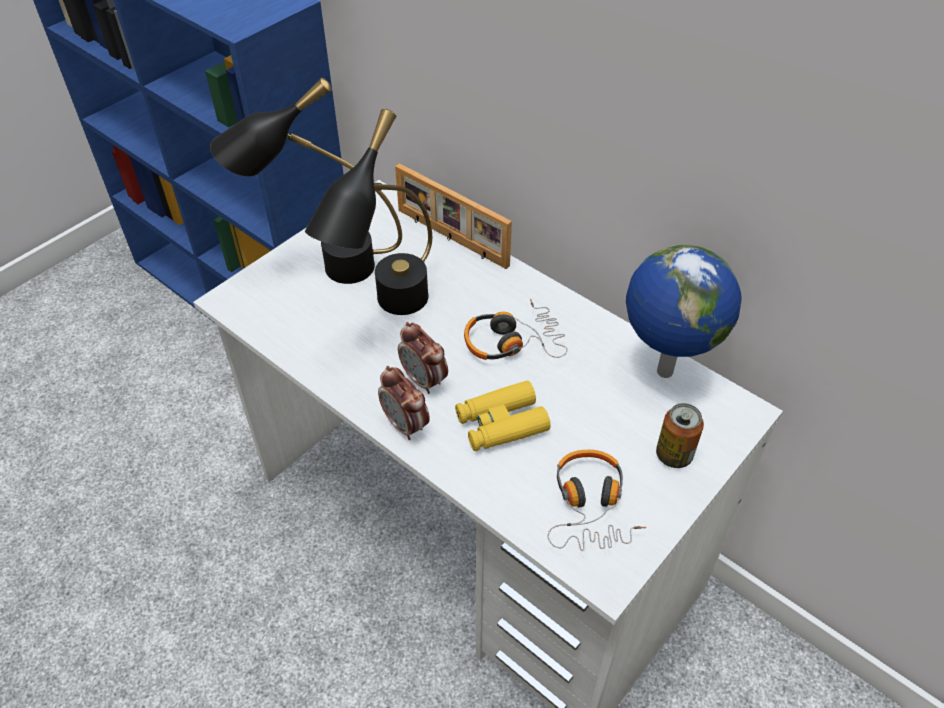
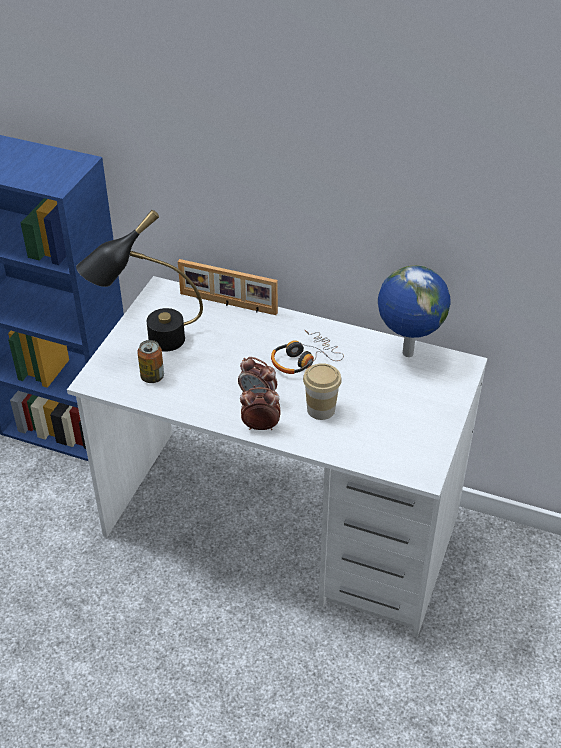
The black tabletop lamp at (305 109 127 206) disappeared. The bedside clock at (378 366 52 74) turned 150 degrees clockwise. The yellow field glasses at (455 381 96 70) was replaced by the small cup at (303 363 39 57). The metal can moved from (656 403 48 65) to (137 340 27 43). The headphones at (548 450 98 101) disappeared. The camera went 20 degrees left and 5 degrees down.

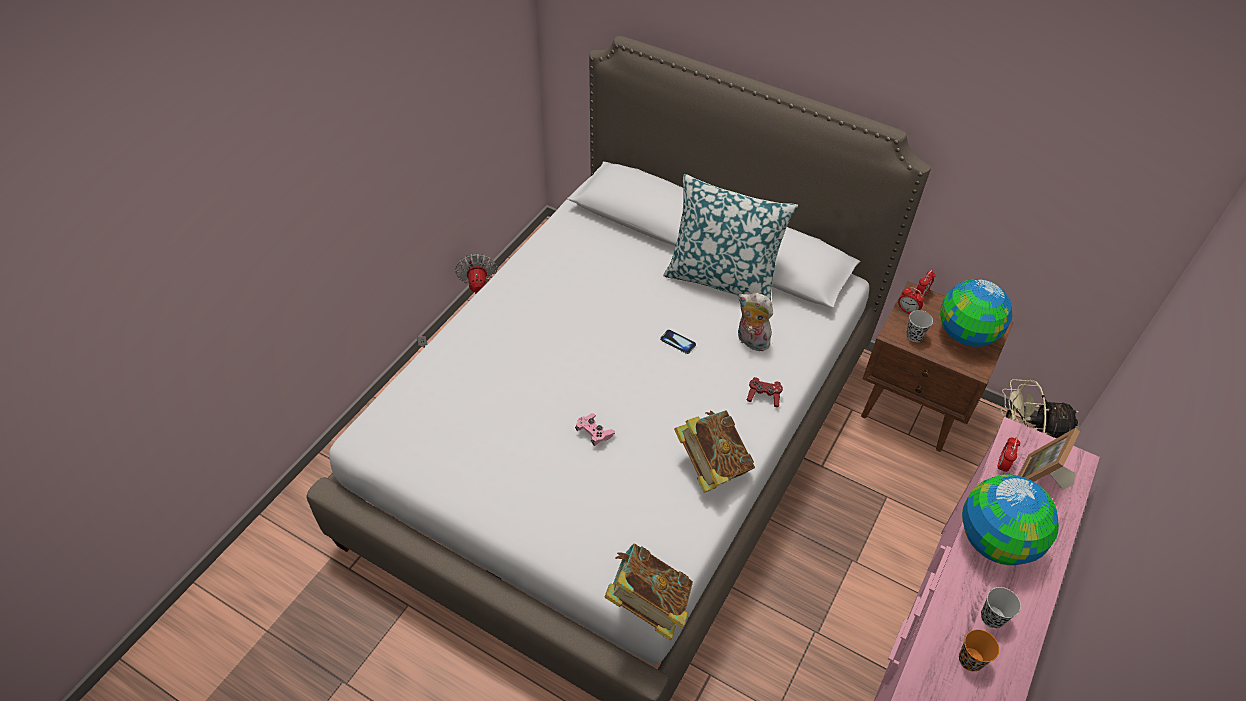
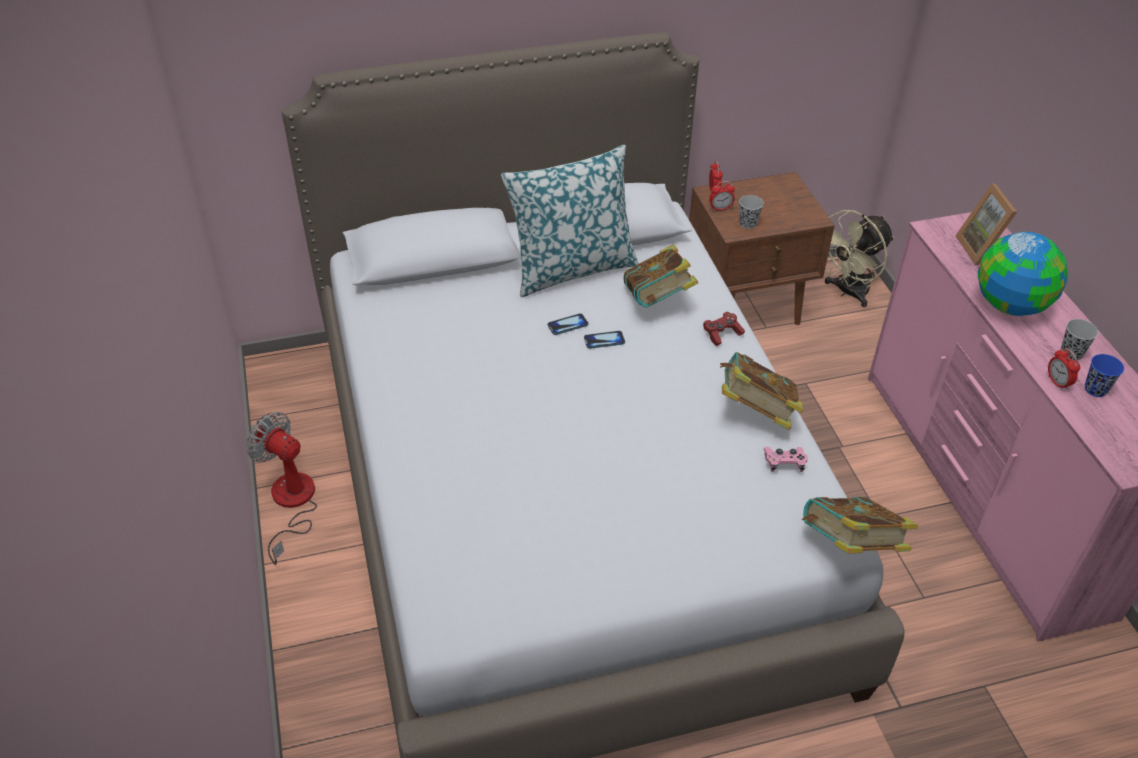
The desk globe at (940 280 72 67) disappeared. The soft toy at (738 293 35 58) was replaced by the book at (624 244 74 63). The pinkish joypad moved from (575 413 40 33) to (763 447 45 25). The bedside clock moved from (998 437 22 36) to (1048 348 32 43). The orangey small cup at (959 629 40 42) became the bluish small cup at (1085 354 39 43). The telephone at (547 313 42 22) appeared. The camera went 45 degrees left and 5 degrees down.

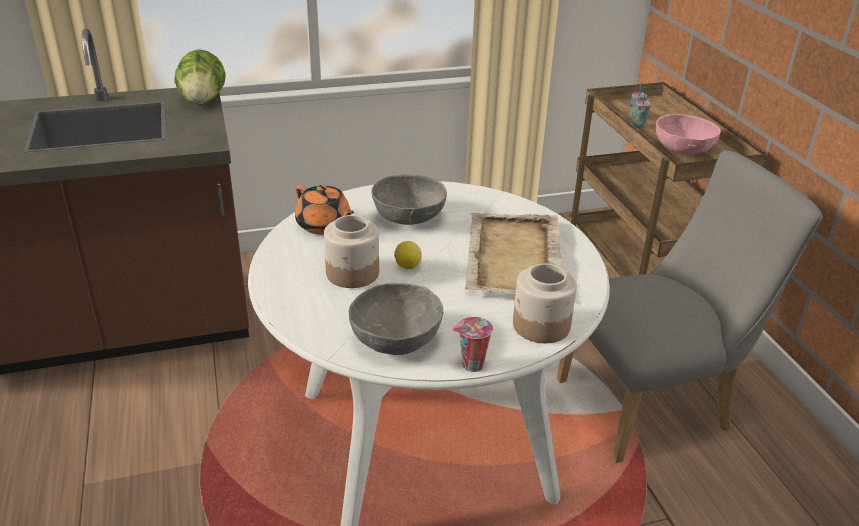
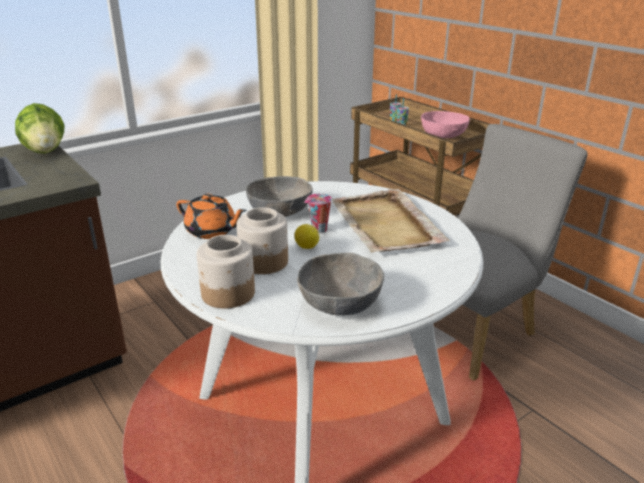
The preserve jar moved from (513 264 64 79) to (197 235 58 74). The small cup moved from (452 317 41 55) to (304 194 28 39). The camera went 20 degrees left and 5 degrees down.

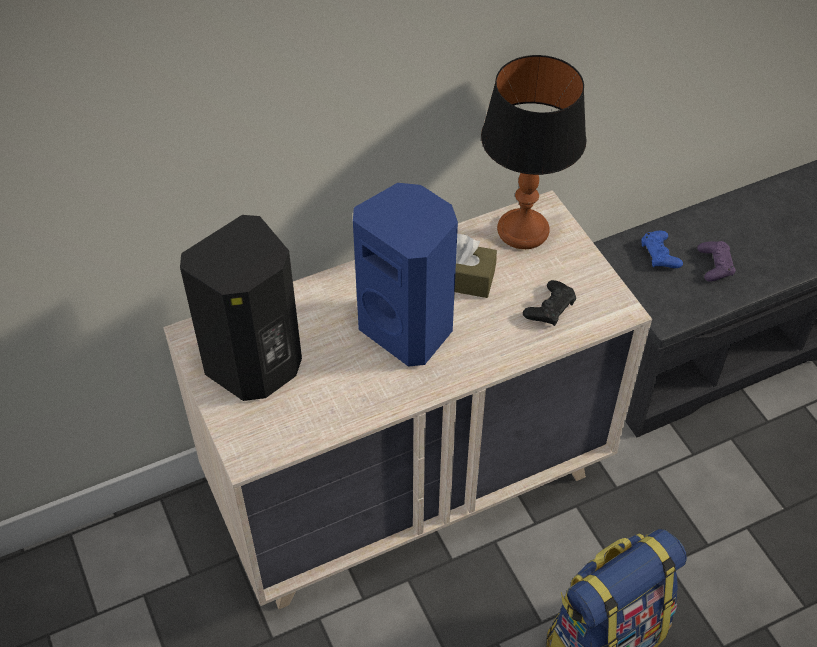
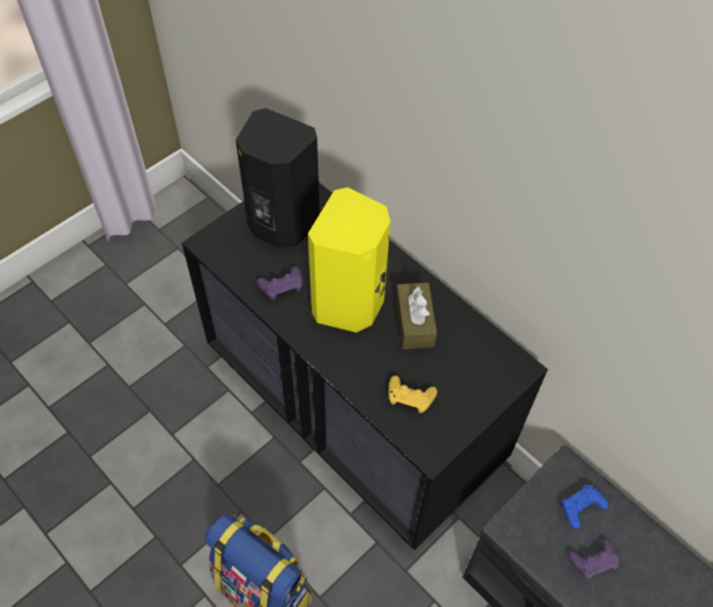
The tabletop lamp at (481 55 106 194) disappeared. The bluish audio speaker at (353 183 105 184) became the yellow audio speaker at (308 187 83 146). The sand-coloured chest of drawers at (163 190 489 419) became the black chest of drawers at (182 182 366 369). The black joypad at (523 280 53 46) became the yellow joypad at (388 376 49 37). The purplish joypad at (257 266 46 34) appeared. The camera went 70 degrees right and 5 degrees up.

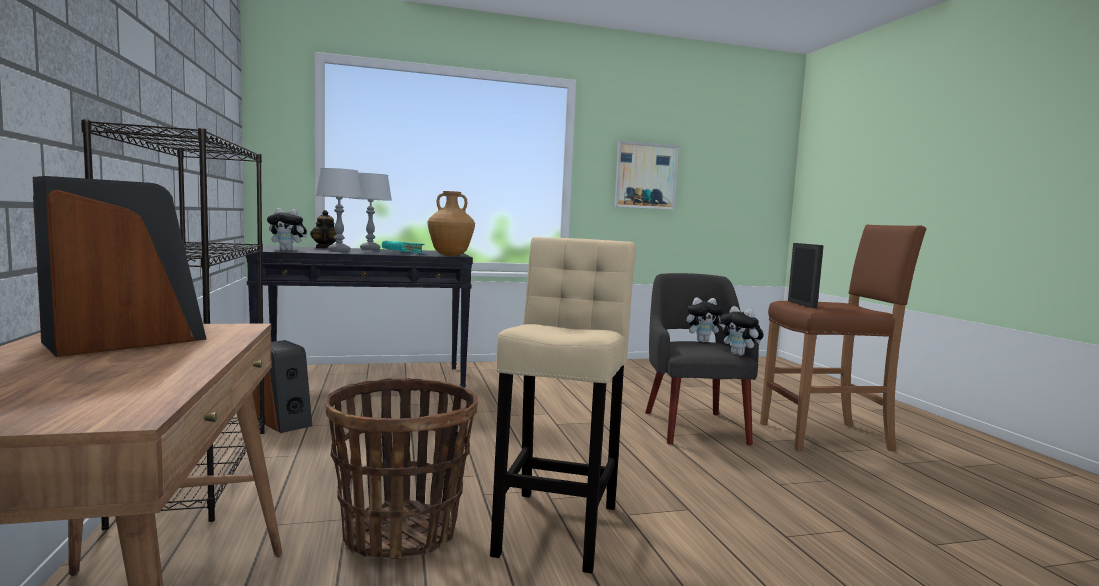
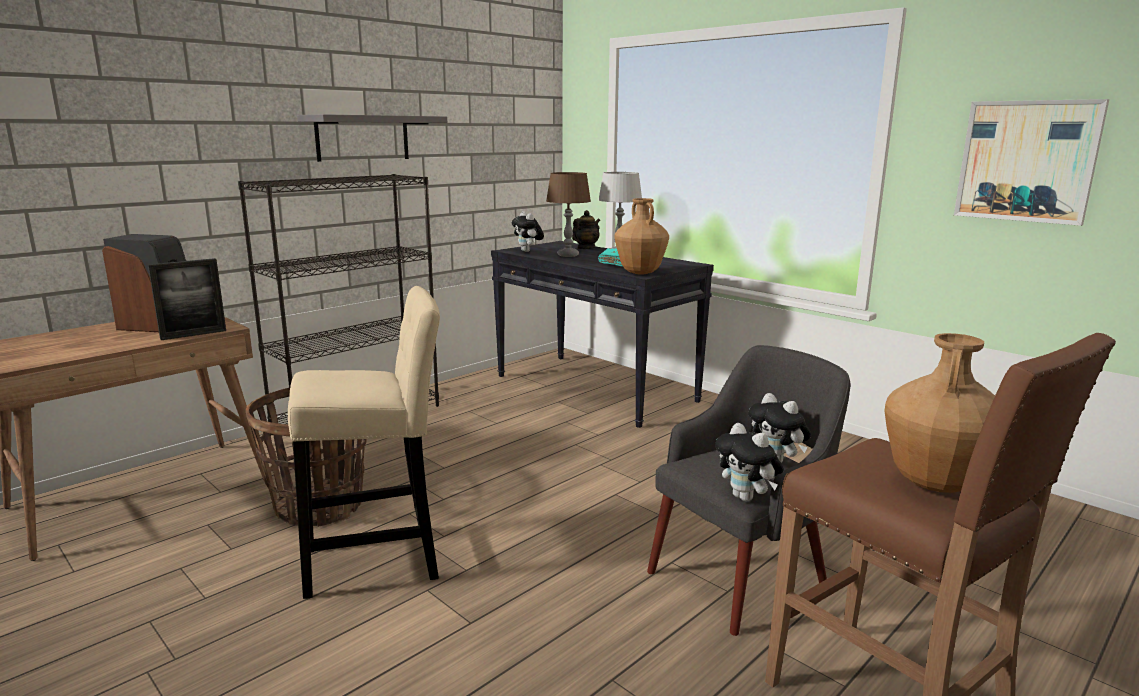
The gray tabletop lamp at (315 168 47 84) became the brown tabletop lamp at (546 172 45 85). The standing frame moved from (788 243 36 65) to (148 258 78 82). The soft toy at (720 306 44 50) turned 60 degrees counterclockwise. The audio speaker at (252 340 60 93) disappeared. The gray shelf at (297 114 150 48) appeared. The brown decorative vase at (884 333 111 160) appeared. The camera went 60 degrees right and 10 degrees up.

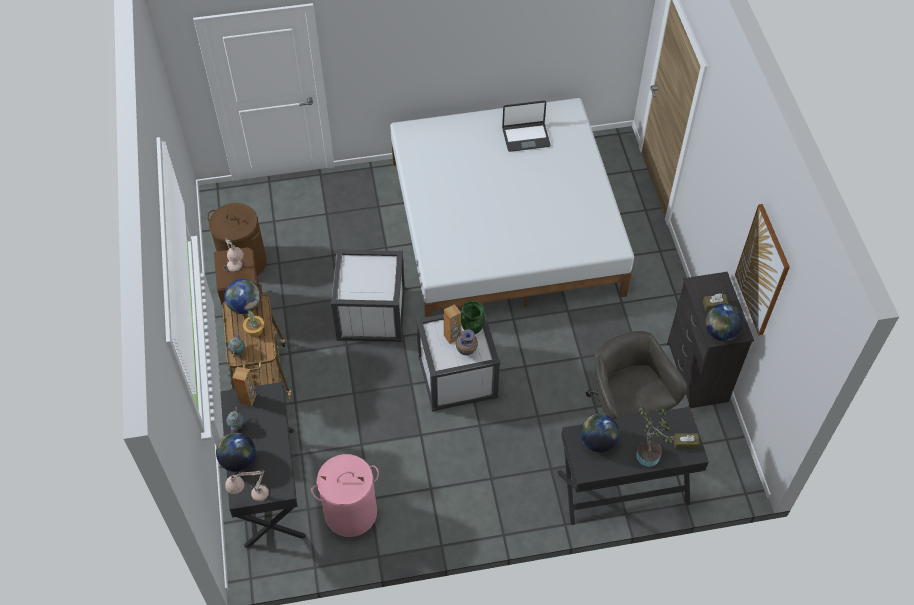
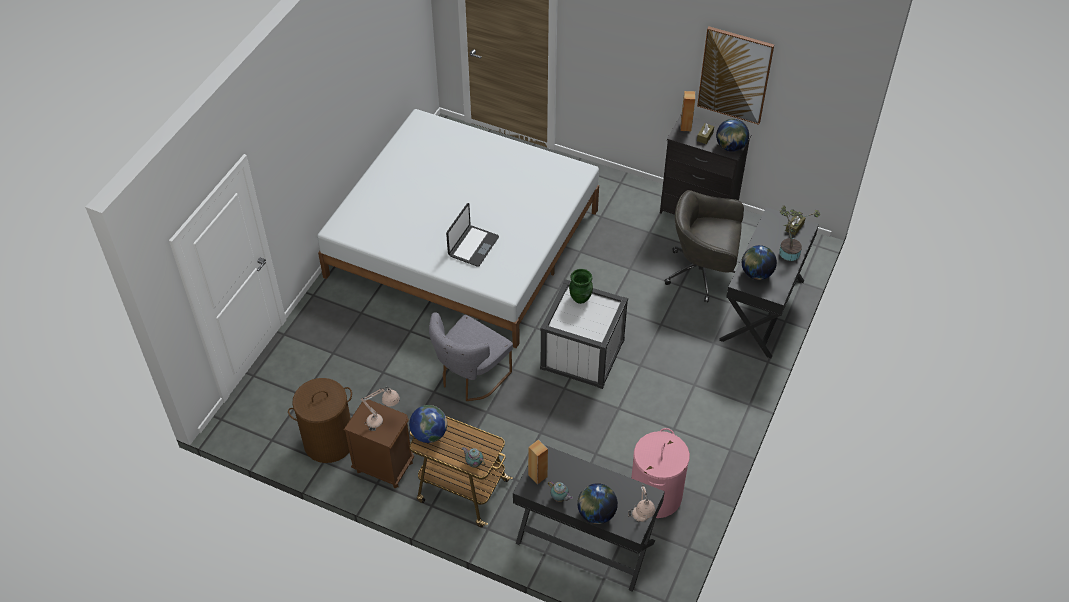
The portable computer moved from (502 101 49 51) to (446 203 53 64). The white-coloured storage container at (331 249 74 93) was replaced by the gray plain chair at (429 313 84 88). The brown audio speaker moved from (443 304 18 40) to (680 91 15 41). The potted plant at (243 310 21 27) disappeared. The decorative vase at (456 329 22 26) disappeared. The camera went 55 degrees left and 5 degrees down.

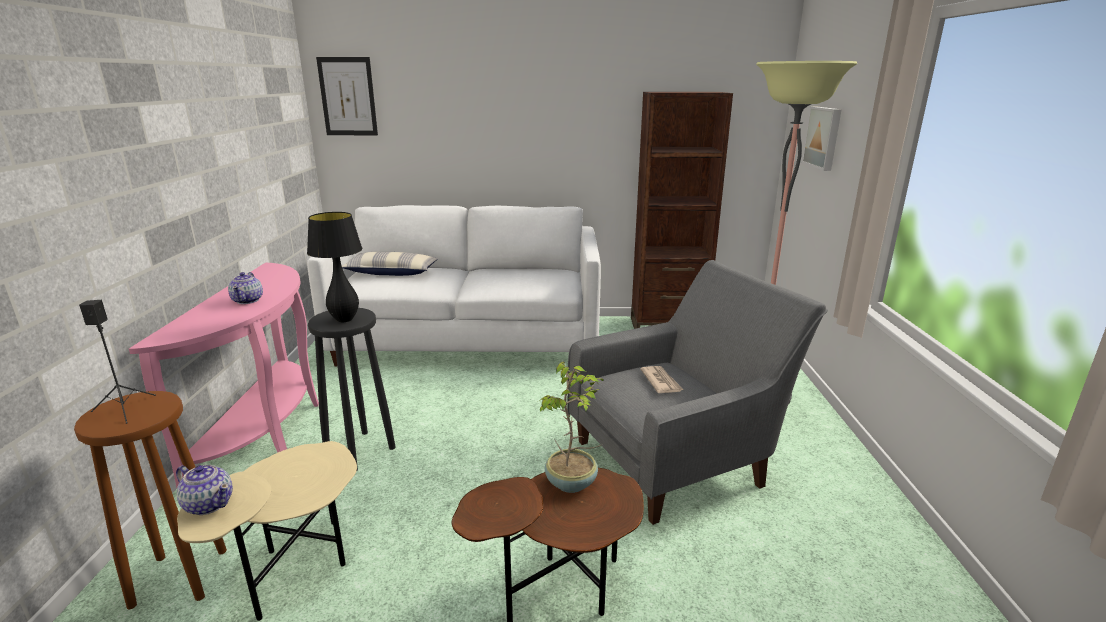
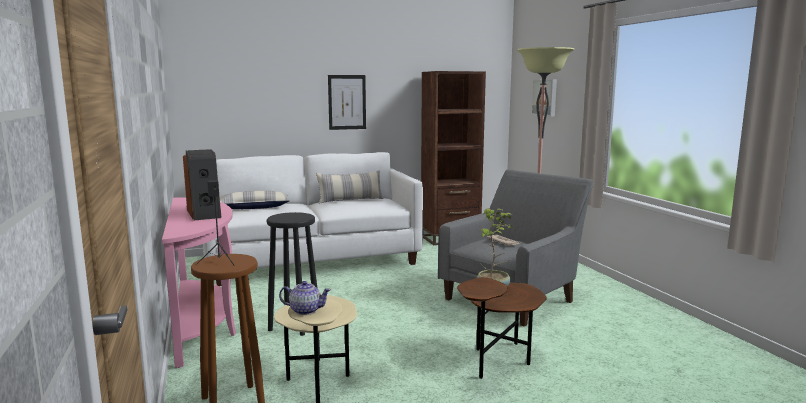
The picture moved from (316 57 62 78) to (328 75 38 55). The black tabletop lamp at (307 212 56 110) disappeared. The tea pot at (228 272 35 32) was replaced by the audio speaker at (183 149 38 72). The cushion at (316 170 67 34) appeared. The camera went 20 degrees left and 10 degrees down.

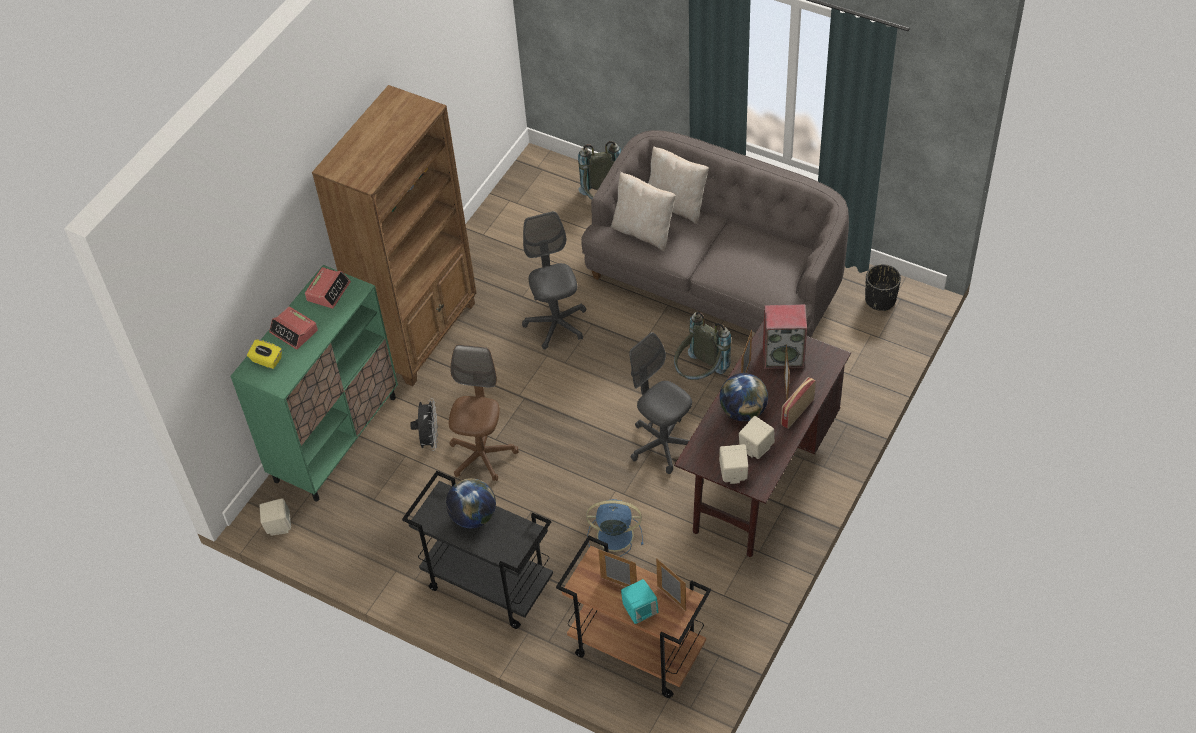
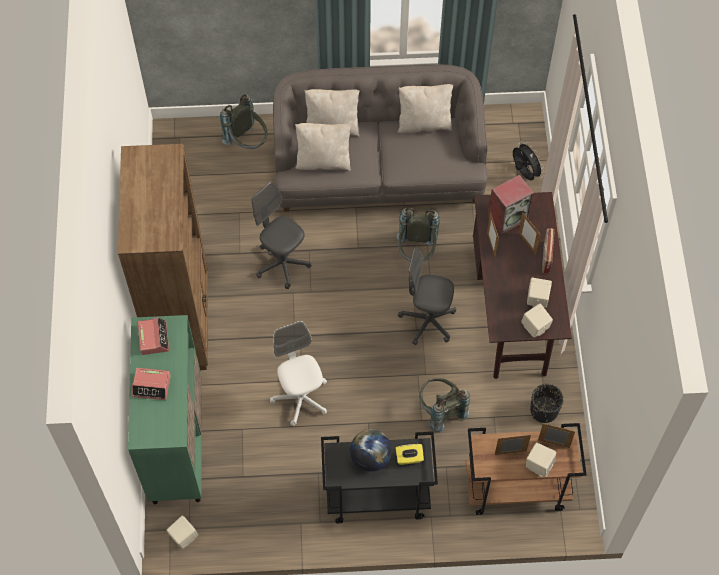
The black flower pot moved from (865 264 36 47) to (530 384 34 39). The yellow tissue box moved from (247 339 35 30) to (395 444 29 21). The brown desk chair at (449 345 70 136) became the white-coloured desk chair at (270 321 57 105). The desk globe at (720 373 48 48) disappeared. The black cooling fan moved from (410 399 28 52) to (513 141 31 39). The bluish cooling fan at (586 499 58 58) was replaced by the gray knapsack at (419 378 51 55). The turquoise audio speaker at (621 579 37 45) became the sand-coloured audio speaker at (526 443 30 34). The sand-coloured cushion at (398 84 55 49) appeared. The camera went 35 degrees left and 10 degrees up.

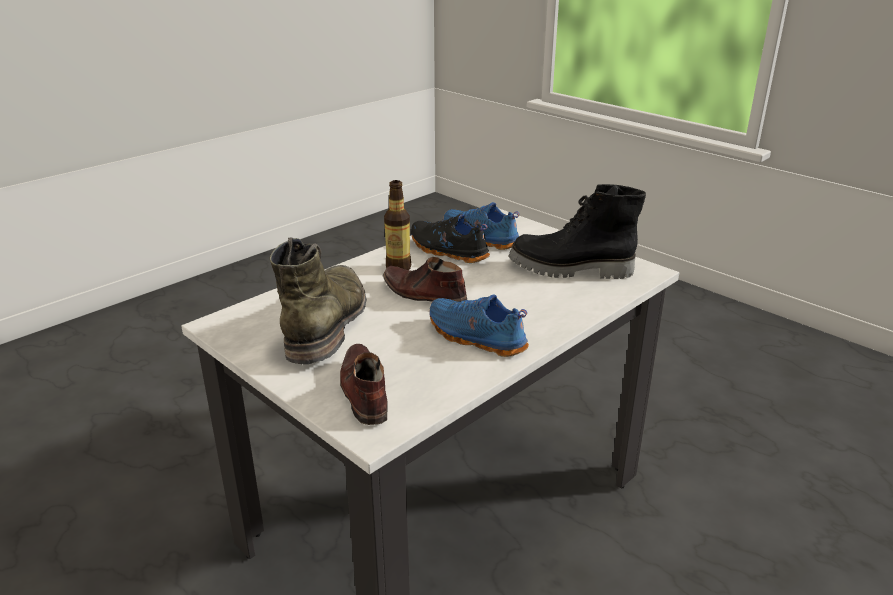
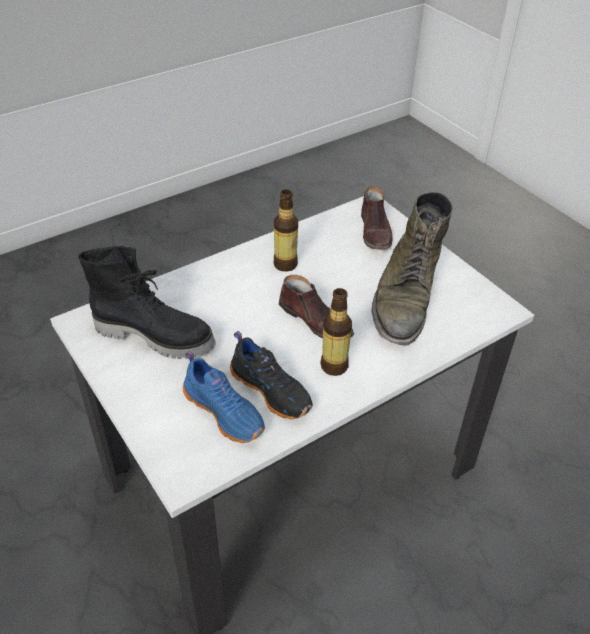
The bluish shoe at (429 294 100 63) was replaced by the bottle at (273 189 25 82). The camera went 170 degrees left and 15 degrees up.

